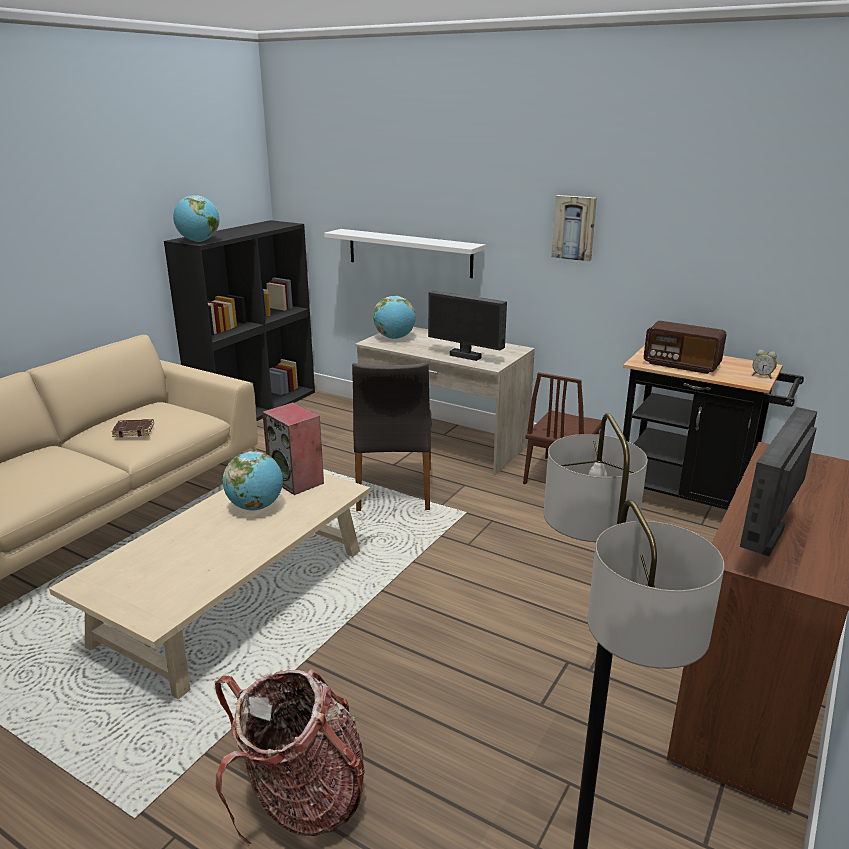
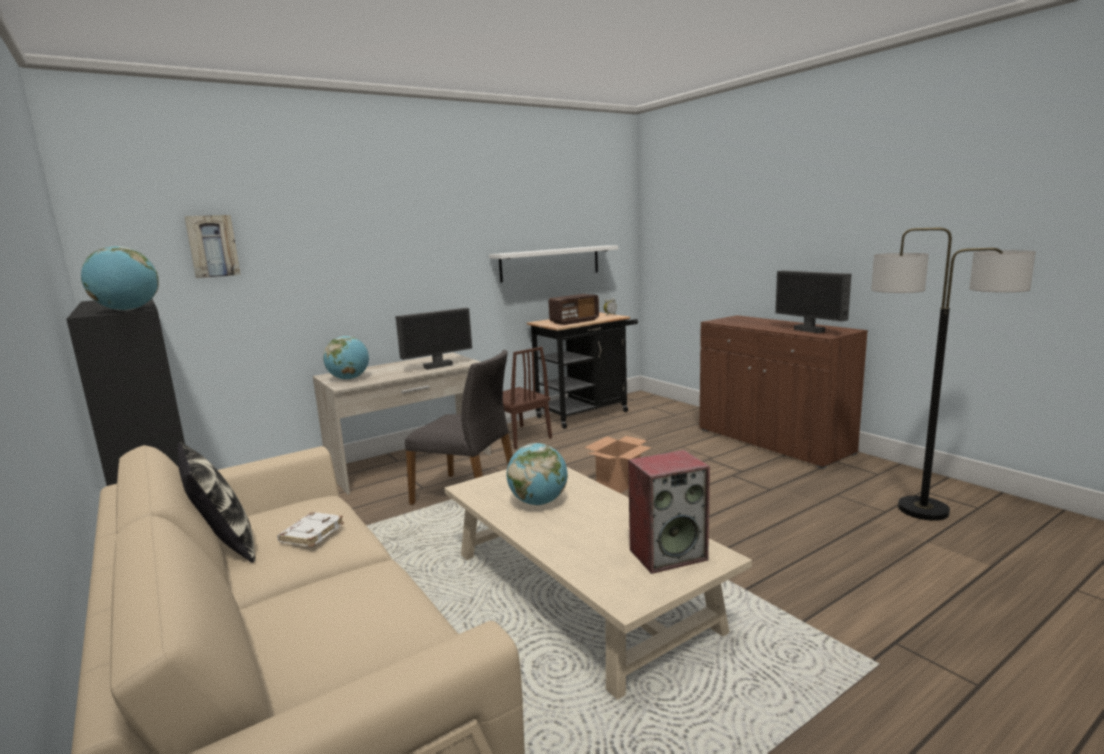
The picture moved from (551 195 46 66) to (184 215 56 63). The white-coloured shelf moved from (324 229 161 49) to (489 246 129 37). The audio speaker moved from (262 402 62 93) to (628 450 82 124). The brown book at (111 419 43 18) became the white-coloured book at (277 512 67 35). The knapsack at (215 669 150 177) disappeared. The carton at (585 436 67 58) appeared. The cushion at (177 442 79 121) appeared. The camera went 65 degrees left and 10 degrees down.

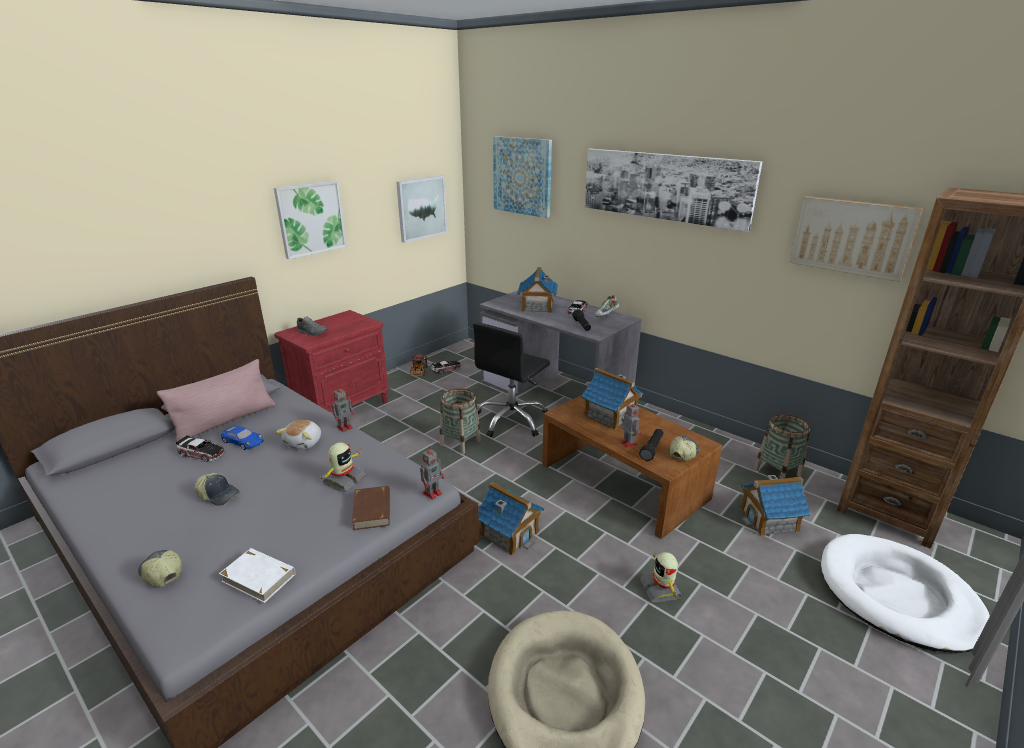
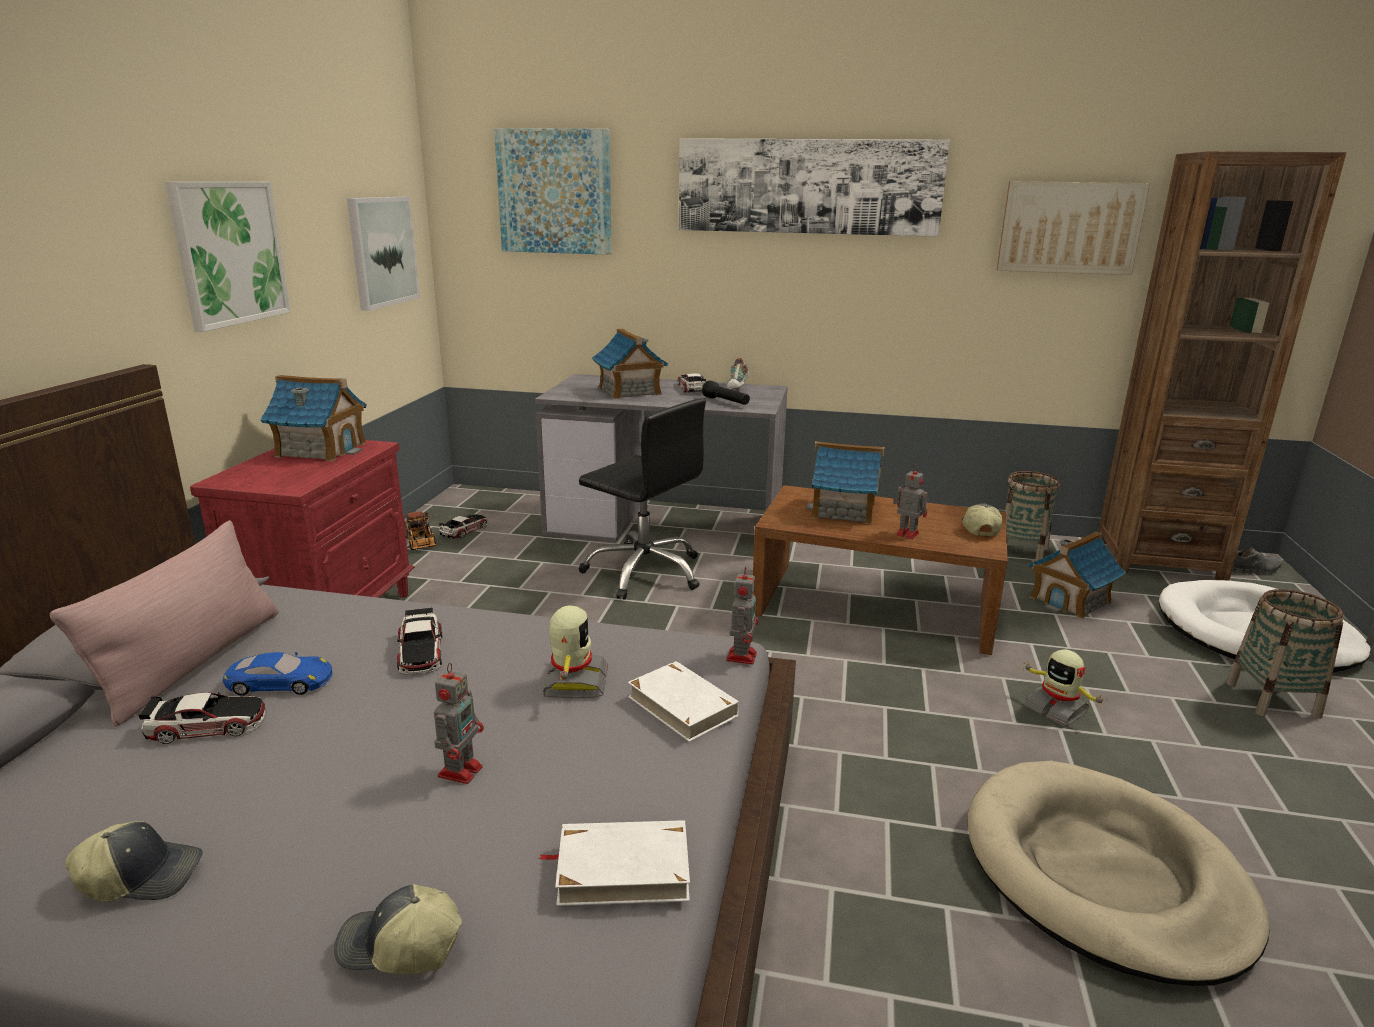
The gray shoe moved from (297 316 31 20) to (1232 547 50 27). The black desk chair at (473 322 77 115) turned 60 degrees counterclockwise. The toy robot moved from (332 386 22 46) to (434 663 50 121). The household basket moved from (440 388 41 66) to (1226 589 118 130). The soft toy at (276 420 45 29) was replaced by the model car at (397 608 45 67). The black torch at (639 428 25 33) disappeared. The cap moved from (195 473 45 33) to (65 821 138 81). The model house moved from (478 482 66 74) to (260 375 107 86). The brown book at (352 486 38 44) became the white-coloured book at (628 661 112 81). The camera went 30 degrees left and 5 degrees down.

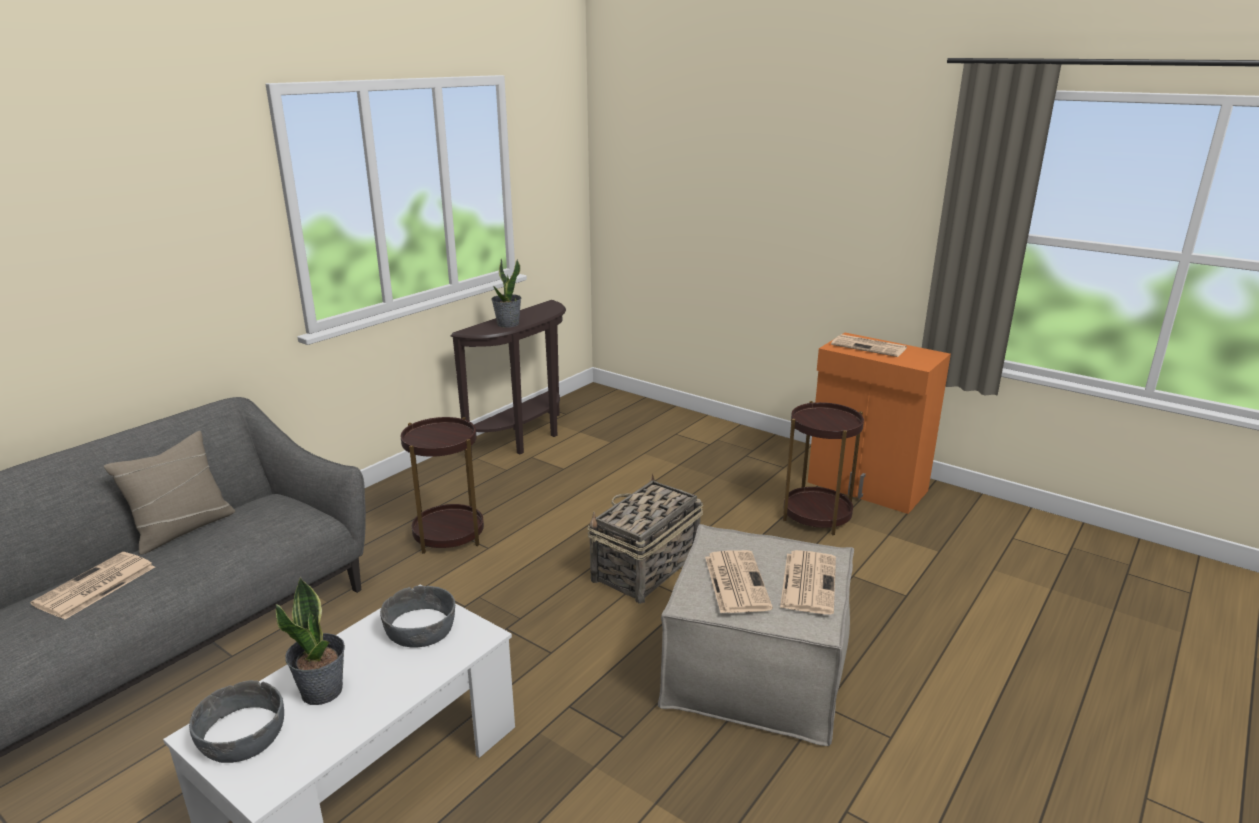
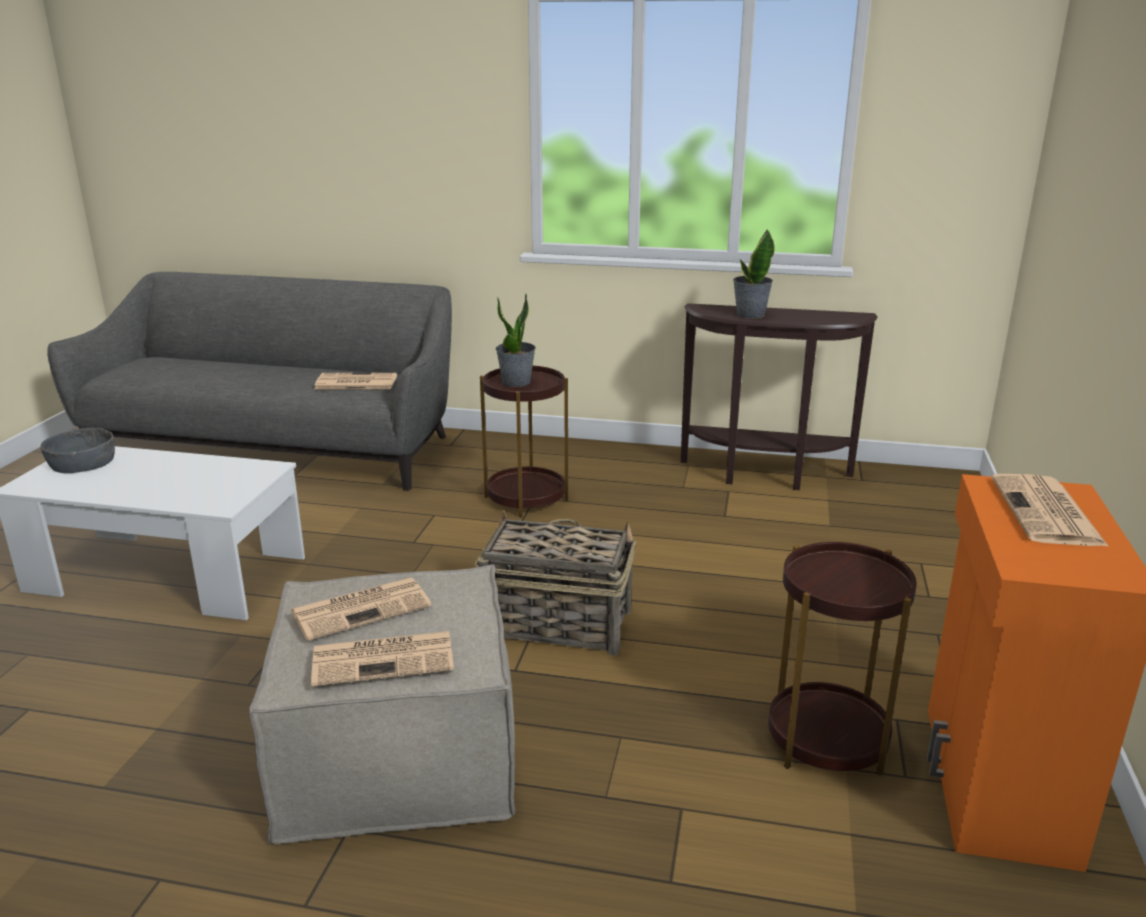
The sand-coloured cushion at (104 431 131 124) disappeared. The daily paper moved from (30 552 125 67) to (314 373 83 16). The potted plant moved from (276 577 69 128) to (496 293 40 94). The gray deep dish at (380 586 75 62) disappeared. The camera went 65 degrees right and 0 degrees up.

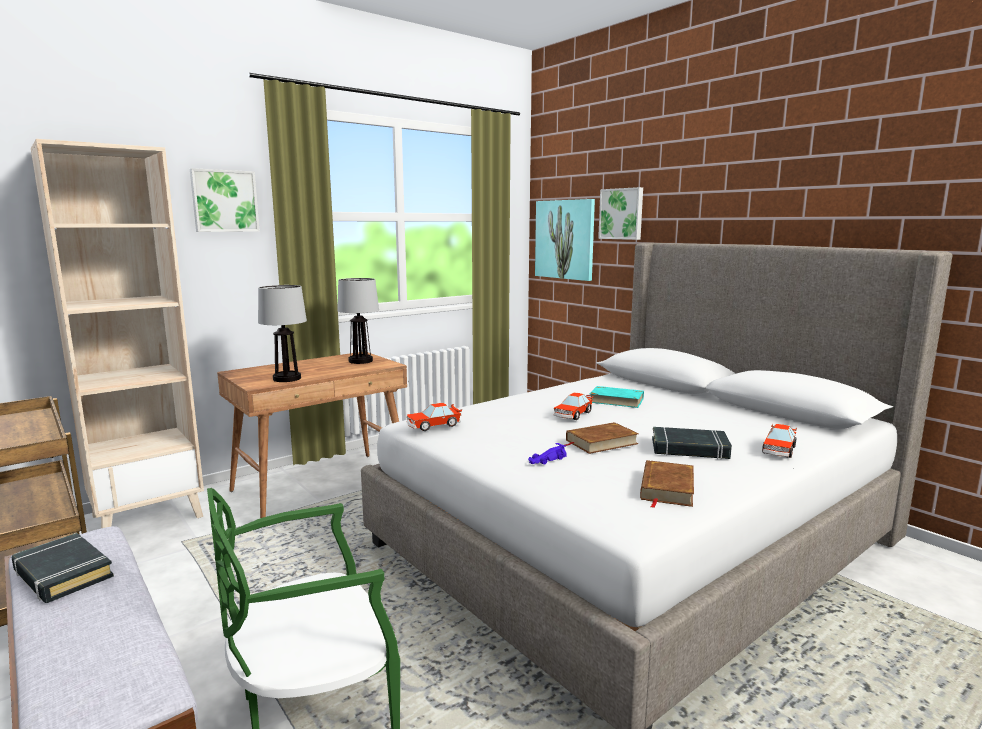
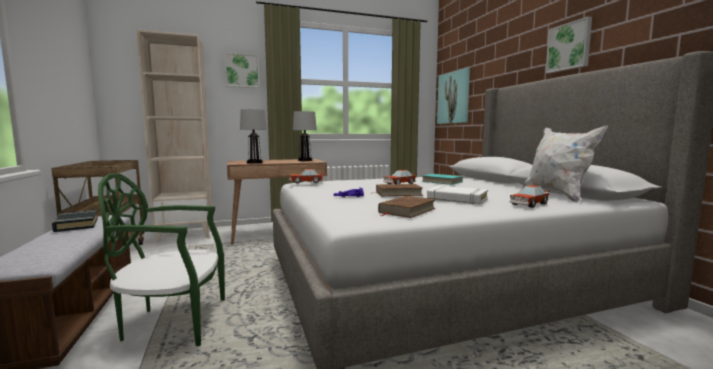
The picture moved from (598 187 45 53) to (546 16 46 58). The black book at (652 427 80 32) became the white-coloured book at (427 186 61 18). The white-coloured cushion at (522 126 86 77) appeared. The camera went 20 degrees right and 5 degrees down.

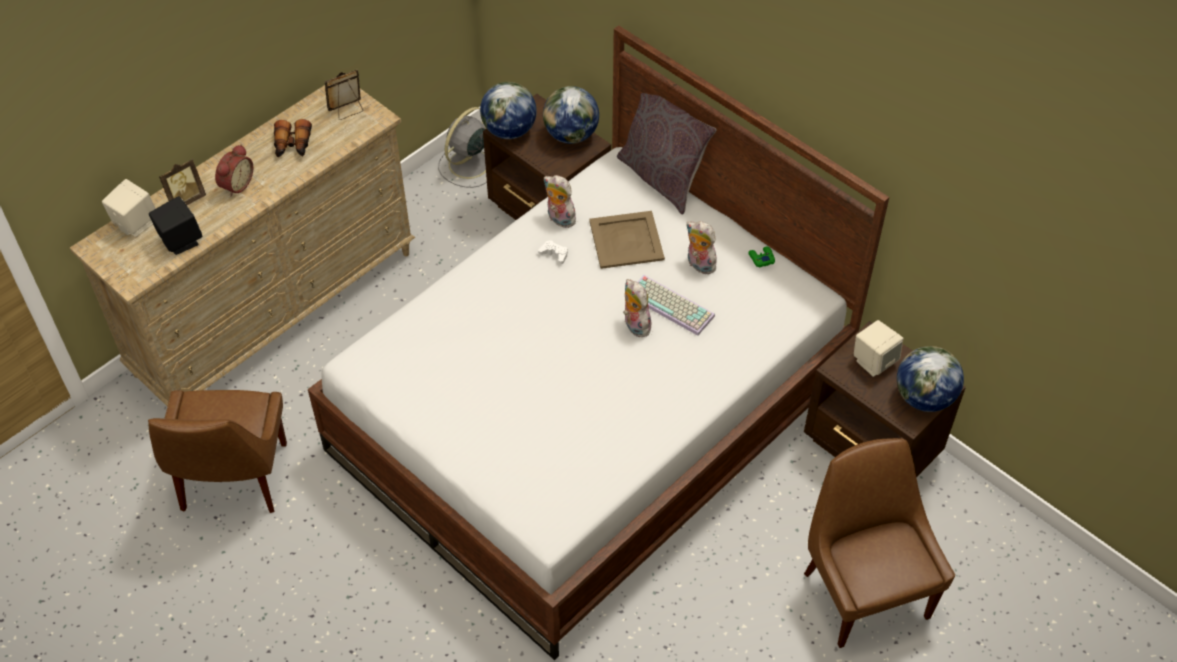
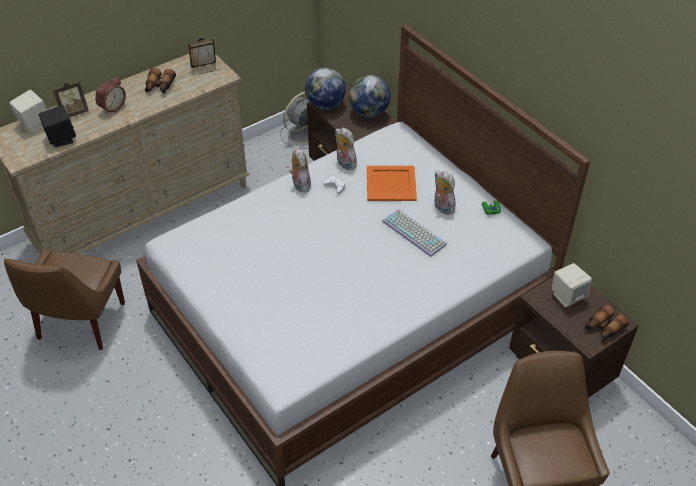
The gray cushion at (617 93 100 121) disappeared. The sand-coloured tray at (589 211 76 58) became the orangey tray at (367 166 50 35). The soft toy moved from (623 279 28 58) to (289 148 22 44). The desk globe at (897 346 67 66) was replaced by the field glasses at (585 304 44 38). The camera went 10 degrees right and 5 degrees down.

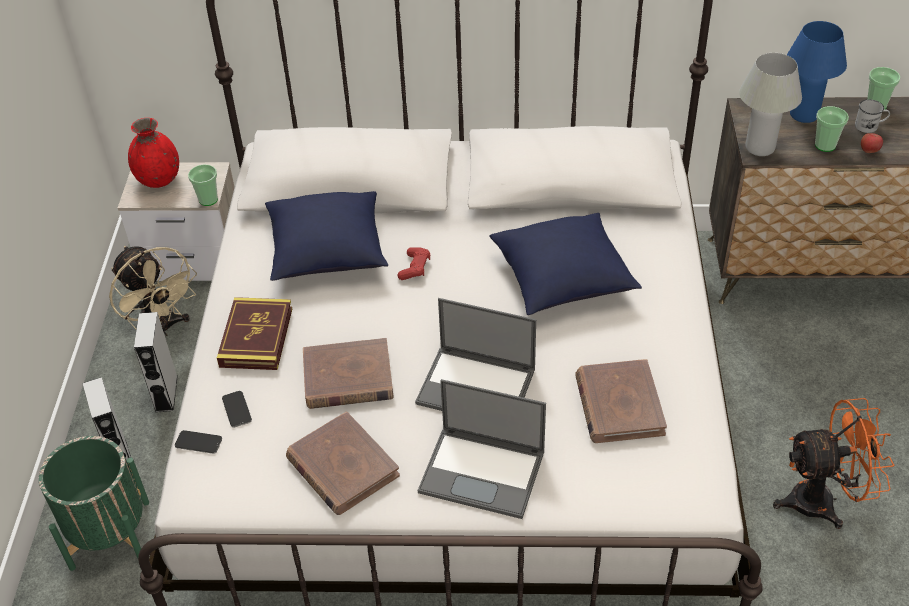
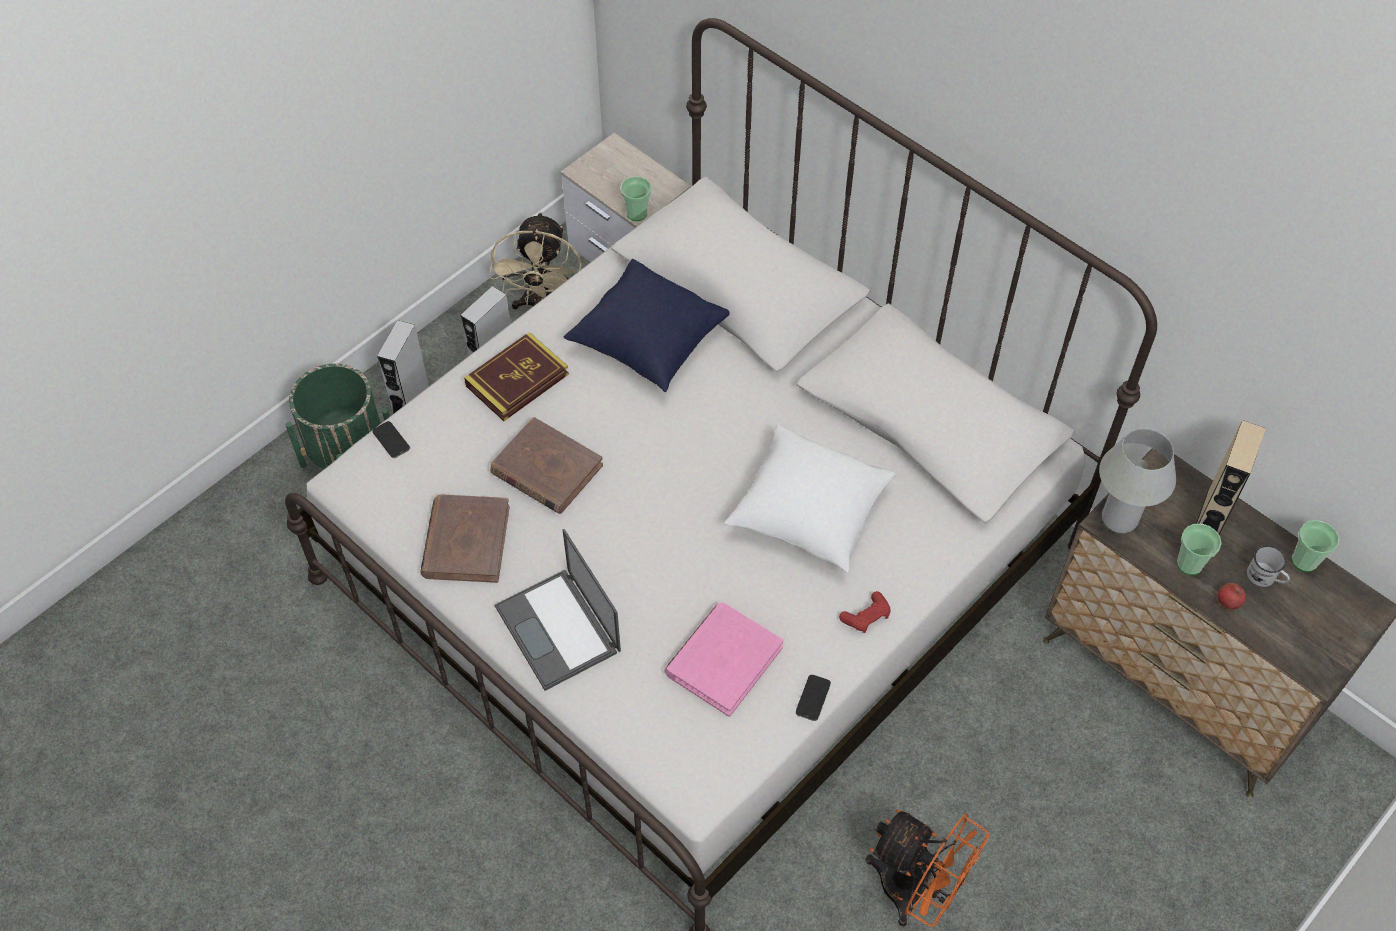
The bluish tabletop lamp at (787 21 60 102) was replaced by the sand-coloured audio speaker at (1196 420 70 115). The reddish decorative vase at (128 118 51 70) disappeared. The bluish cushion at (489 213 153 102) became the white-coloured cushion at (725 425 171 148). The reddish joypad moved from (398 247 32 33) to (839 591 52 42). The portable computer at (415 298 121 113) disappeared. The brown book at (575 359 92 84) became the pinkish book at (665 603 118 114). The telephone moved from (222 391 30 37) to (796 675 35 46). The camera went 40 degrees right and 10 degrees up.

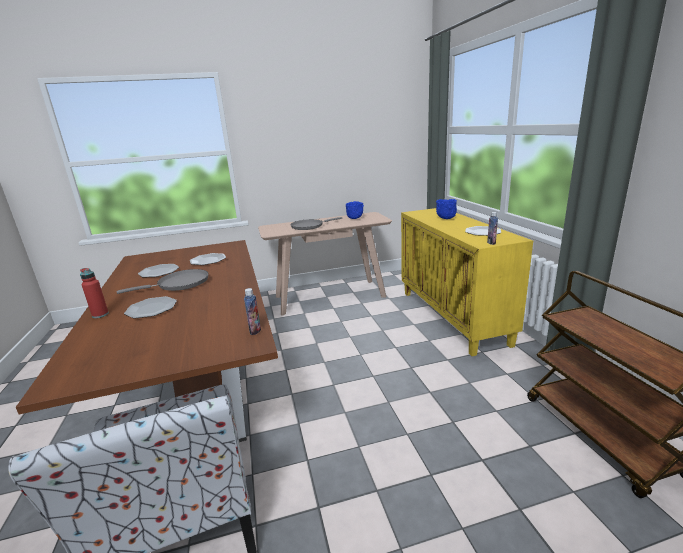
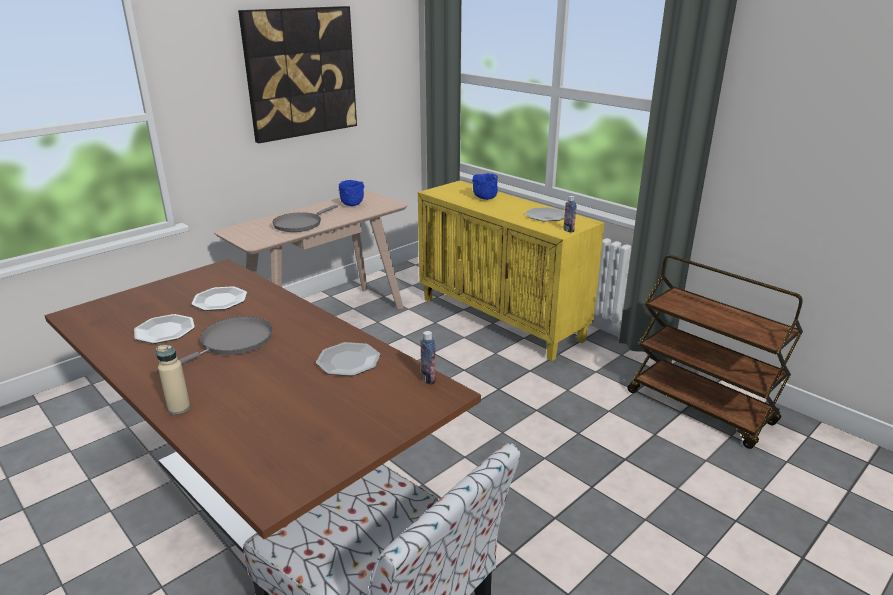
The reddish bottle at (80 268 29 50) became the sand-coloured bottle at (156 345 34 69). The plate moved from (124 296 53 22) to (316 342 64 34). The picture at (238 6 119 137) appeared. The camera went 30 degrees left and 5 degrees up.

